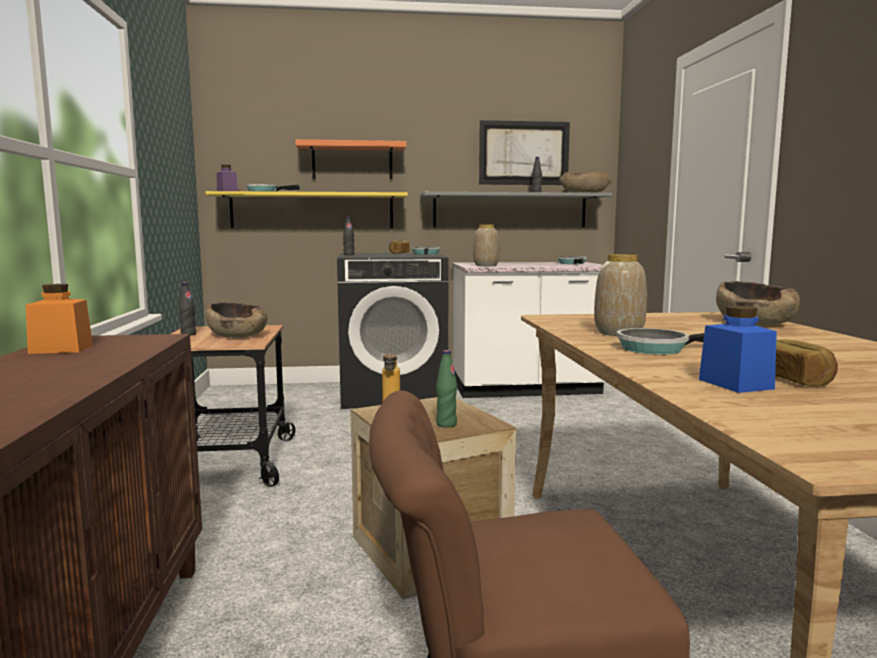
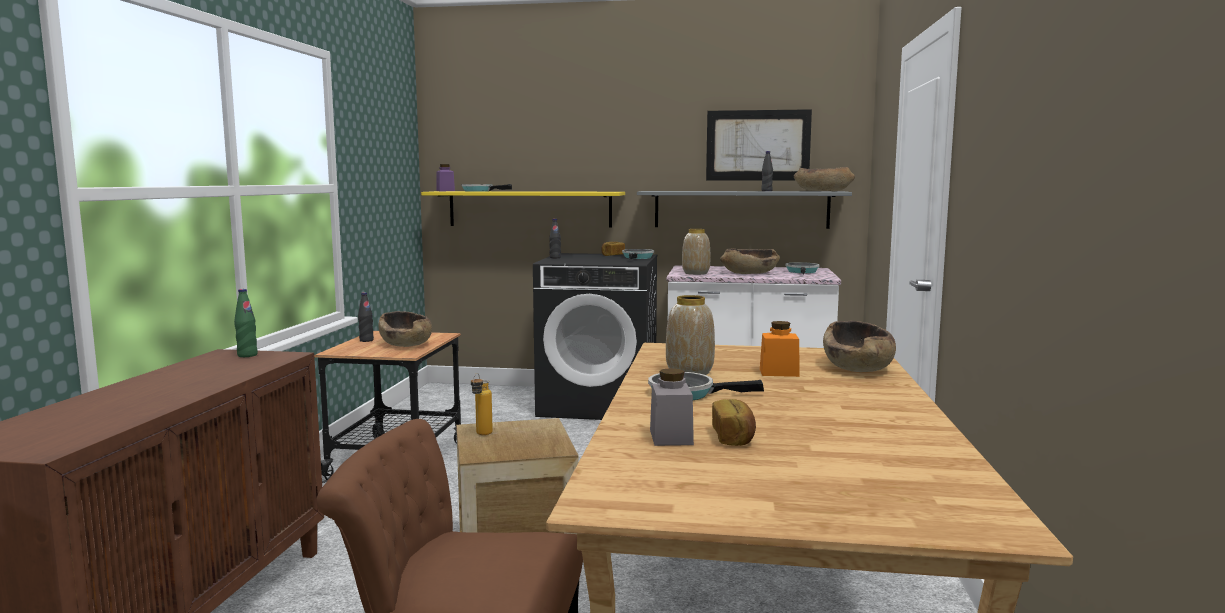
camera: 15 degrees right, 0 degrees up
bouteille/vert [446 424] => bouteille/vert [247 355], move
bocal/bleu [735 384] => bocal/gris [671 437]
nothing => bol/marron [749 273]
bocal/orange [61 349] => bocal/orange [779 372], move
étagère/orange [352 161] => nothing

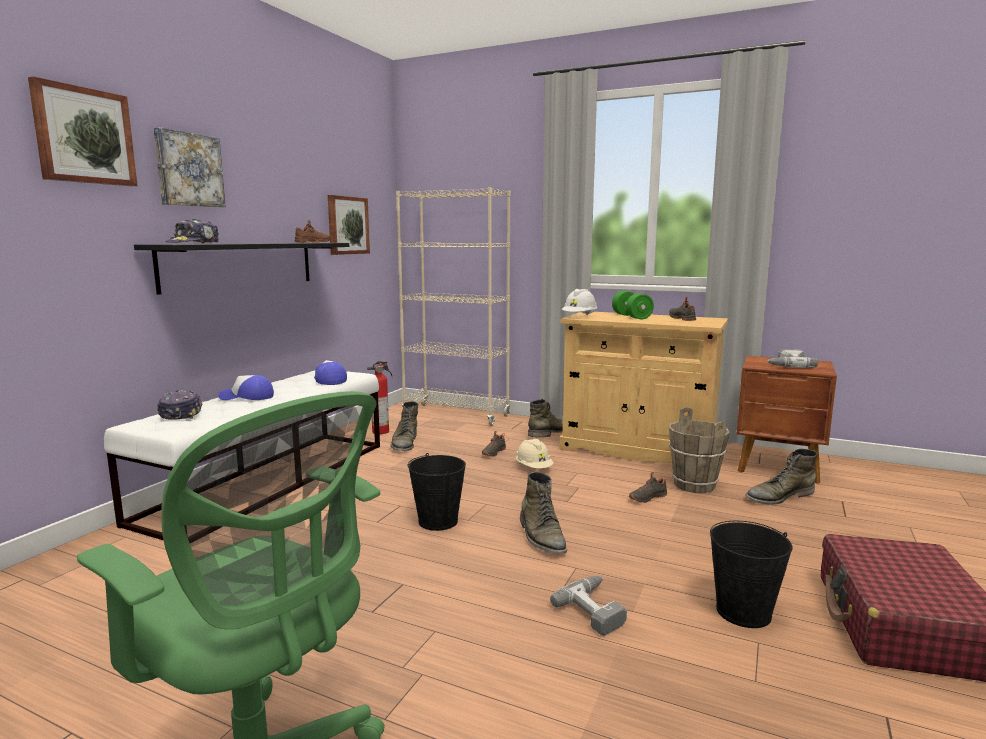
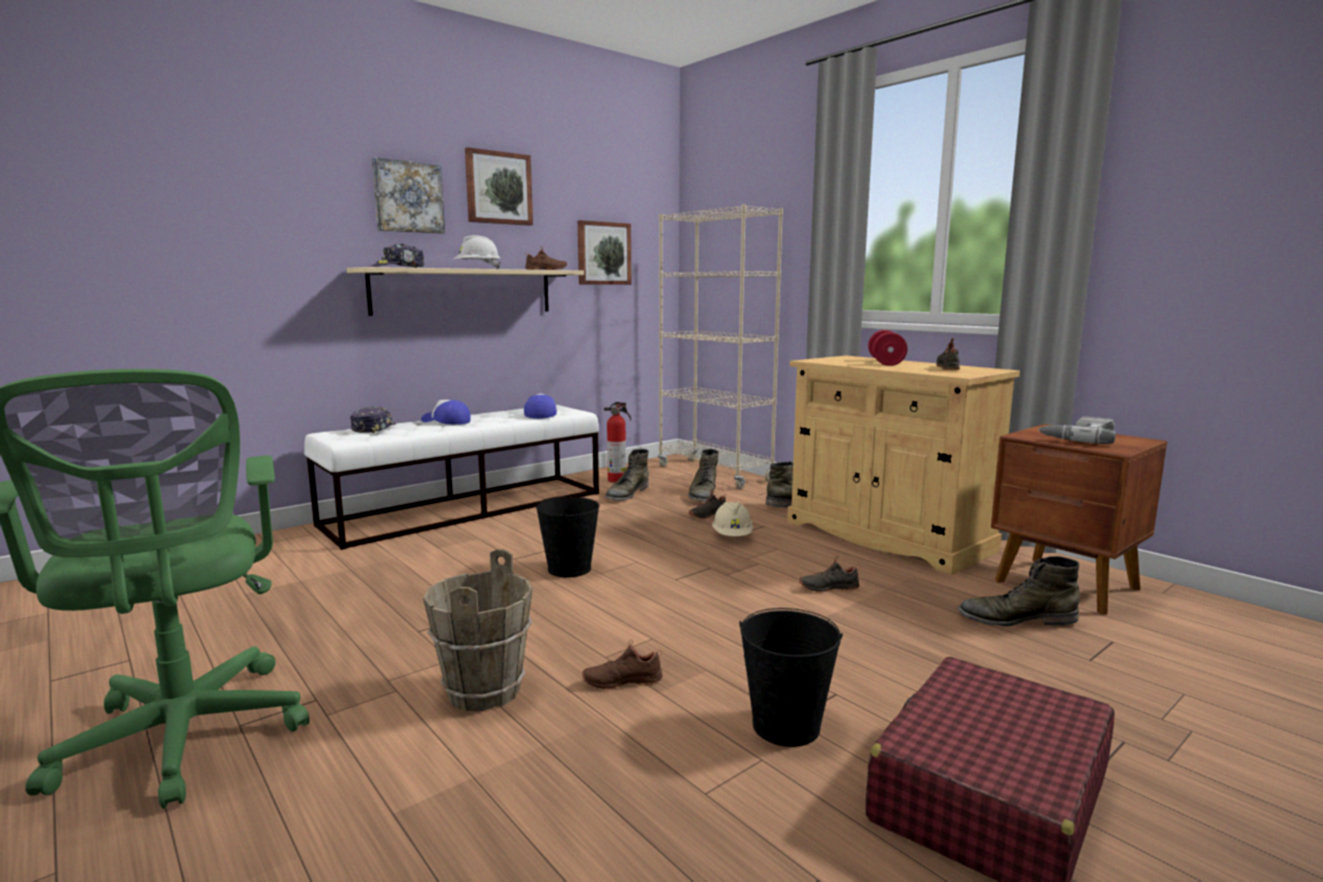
camera: 25 degrees right, 0 degrees up
étagère/noir [241 265] => étagère/beige [464 291]
seau/marron [694 485] => seau/marron [483 691], move
casque de chantier/blanc [579 317] => casque de chantier/blanc [477 268], move
tableau [84 136] => tableau [498 188], move
perceuse [596 609] => chaussure/marron [622 680]
botte/vert [541 536] => botte/vert [703 495], move
haltère/vert [631 316] => haltère/rouge [886 363]

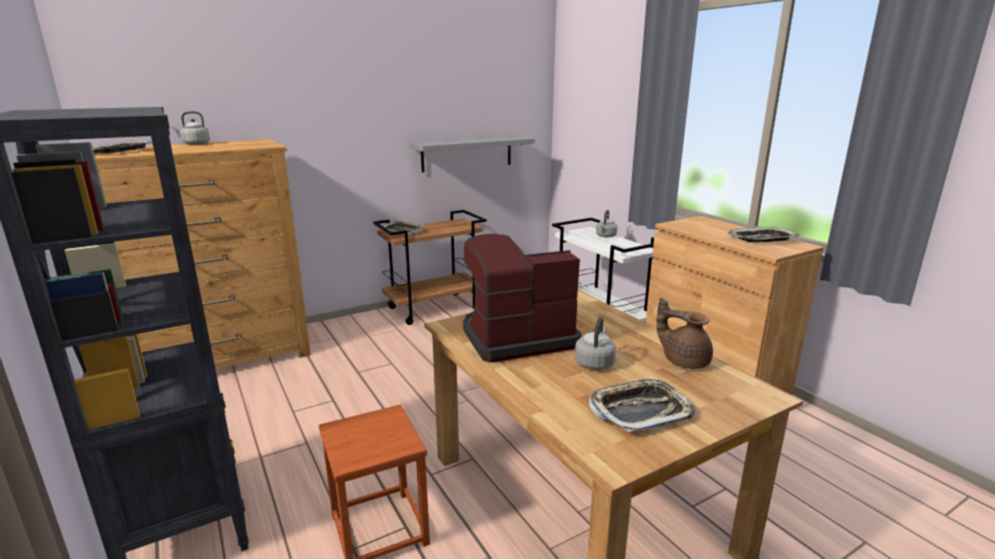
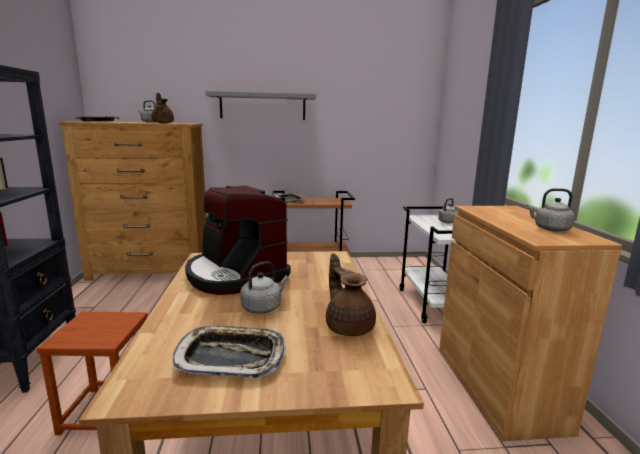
camera: 25 degrees right, 5 degrees down
nothing => théière/marron [162 123]
machine à café [516 337] => machine à café [235 275], 135 degrees counterclockwise
étagère/gris [467 153] => étagère/gris [262 106], move
plateau [762 239] => bouilloire/gris [550 229]

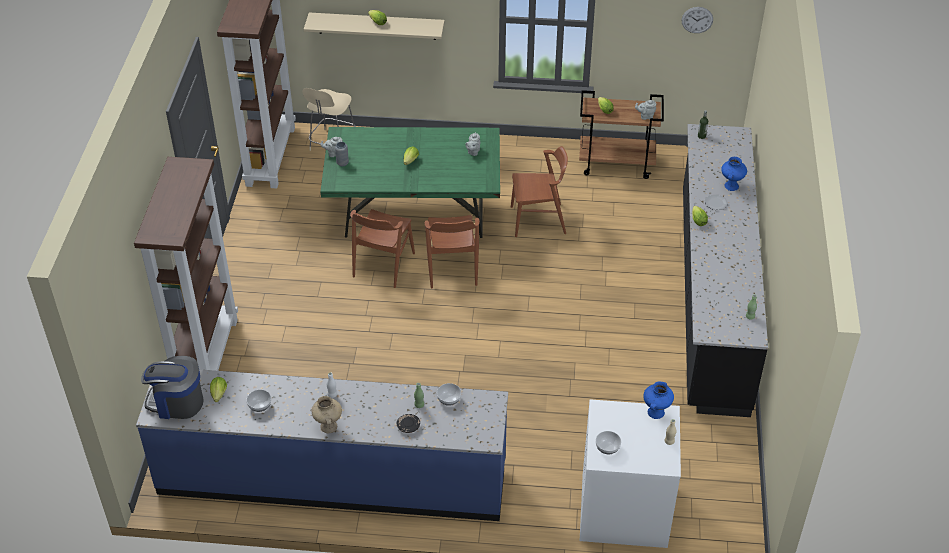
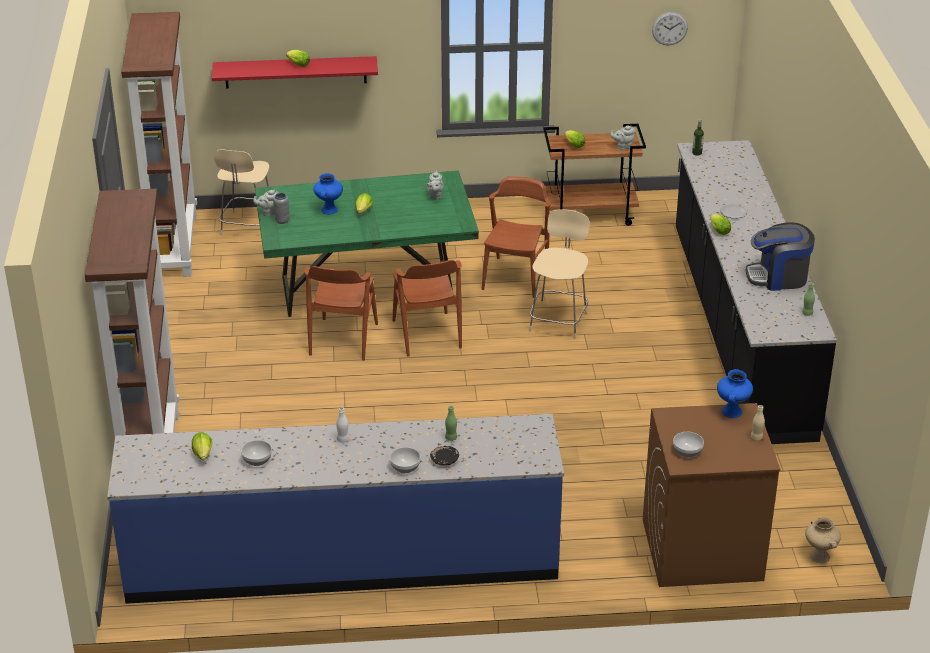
camera: 10 degrees left, 10 degrees down
étagère/beige [377 26] => étagère/rouge [295 72]
vase/bleu [731 185] => vase/bleu [329 210], move
bol [449 400] => bol [405 468], move
chaise/marron [538 220] => chaise/marron [515 277], 60 degrees counterclockwise
nothing => tabouret/beige [558 320]
lave-linge/blanc [623 510] => lave-linge/marron [701 550]
machine à café [176 402] => machine à café [778 277], move
vase/beige [328 426] => vase/beige [819 556], move

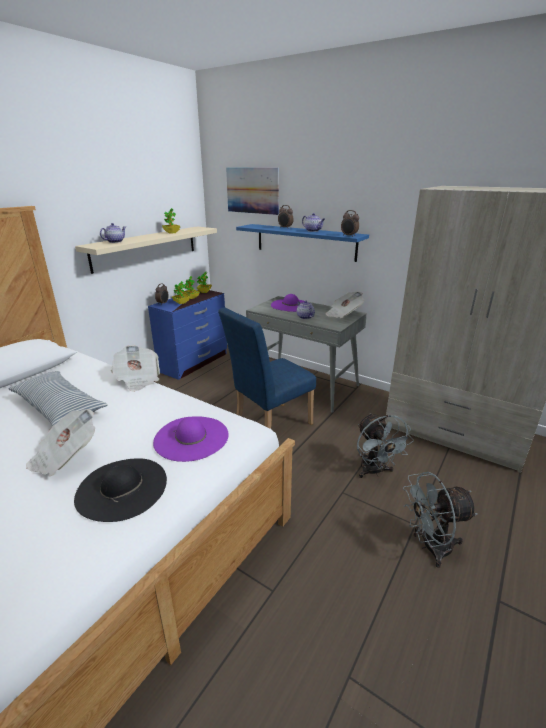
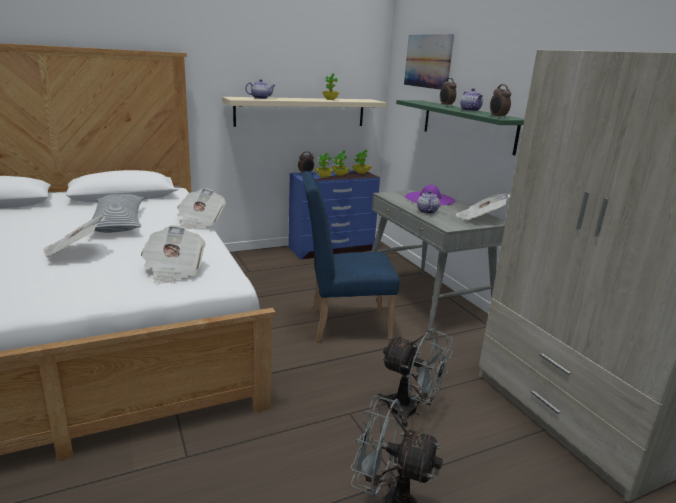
camera: 30 degrees right, 5 degrees down
chapeau/violet [191 438] => journal [173 270]
ventilateur/gris [374 472] => ventilateur/gris [410 411], 75 degrees counterclockwise
étagère/bleu [305 242] => étagère/vert [467 125]
chapeau/noir [122 488] => nothing

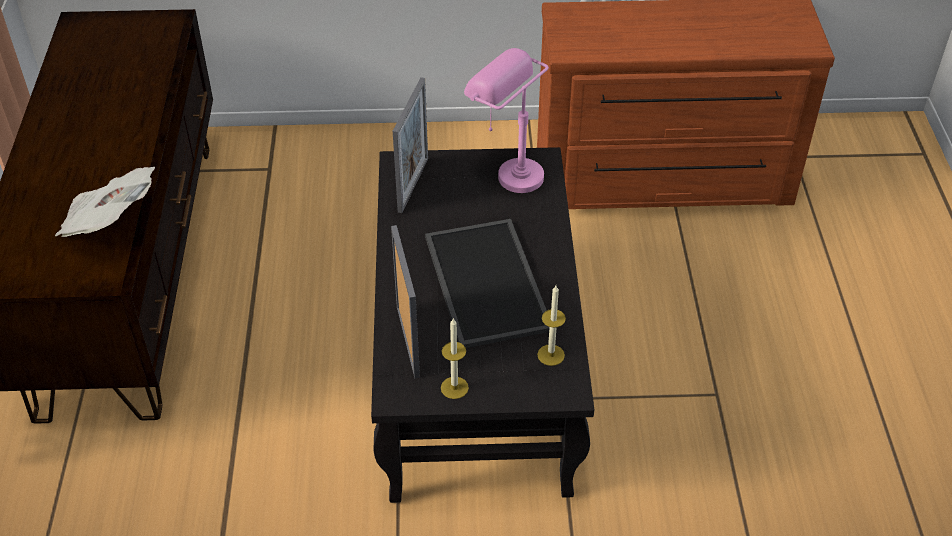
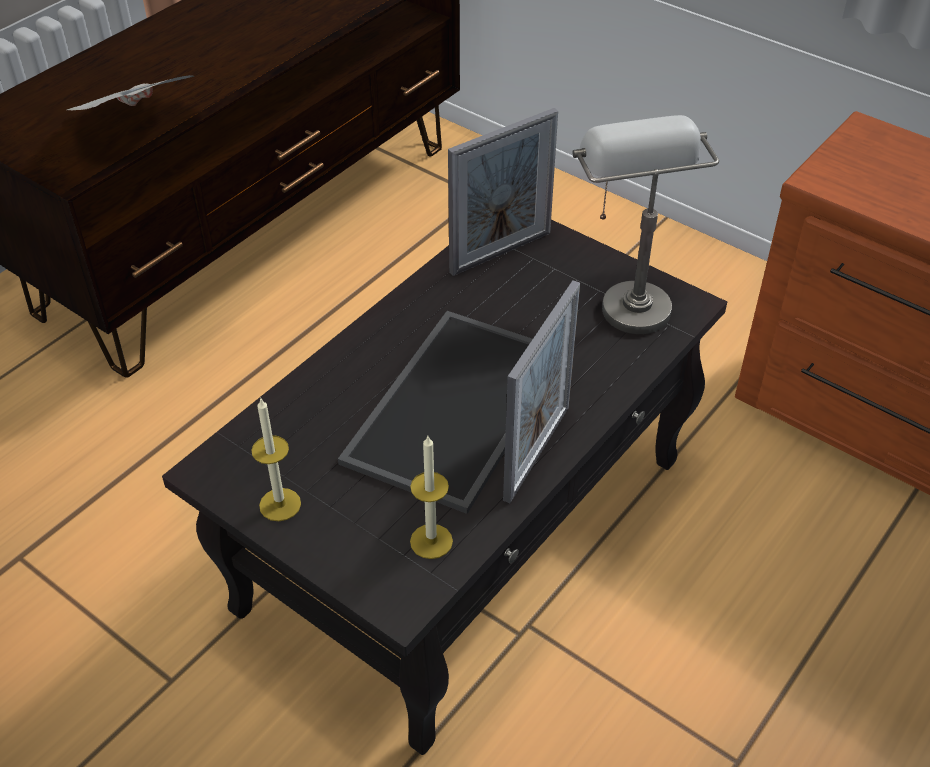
camera: 40 degrees right, 0 degrees up
cadre photo [408 341] => cadre photo [537 452], move
lampe de table/rose [506 172] => lampe de table/gris [625 295]

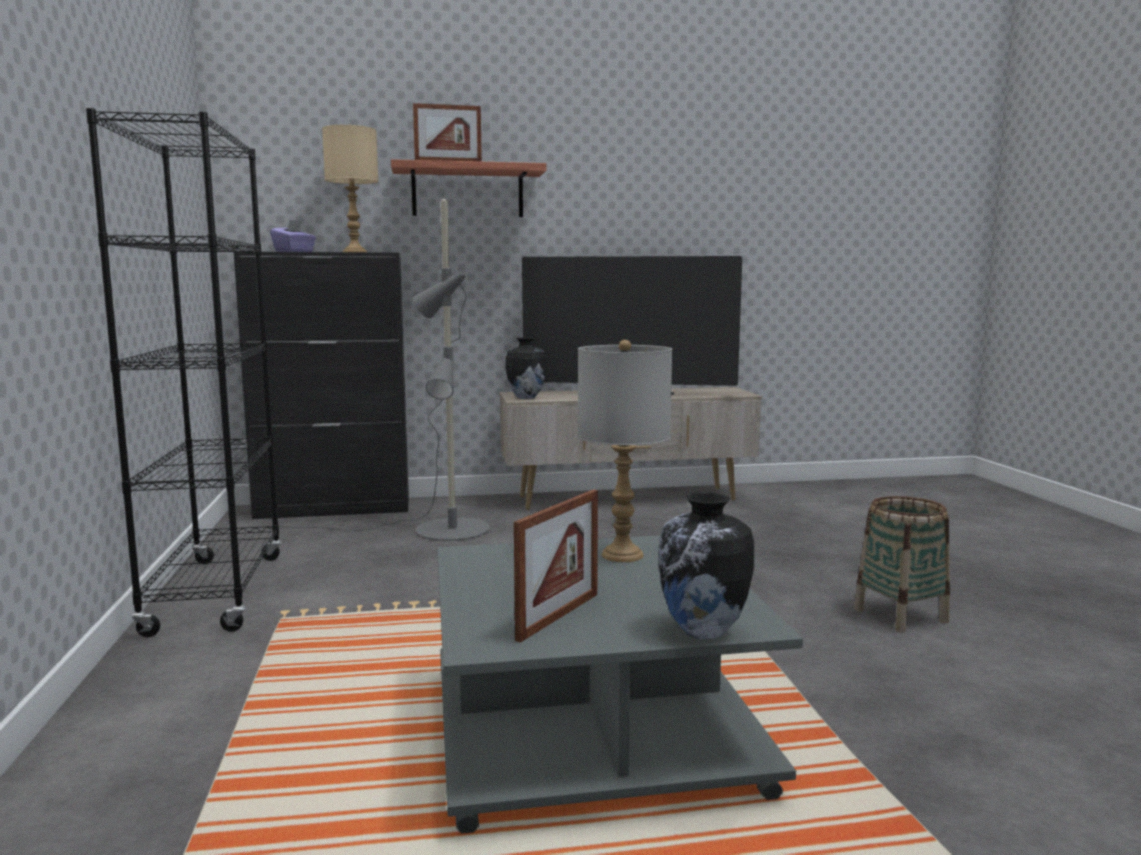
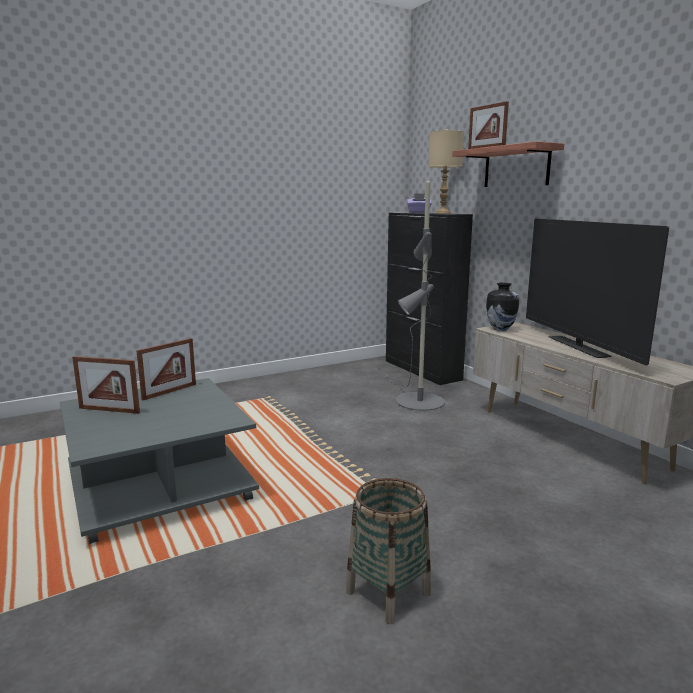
camera: 70 degrees right, 5 degrees up
nothing => cadre photo [169 391]
bibliothèque/noir [217 593] => nothing
lampe de table/gris [622 555] => nothing
vase [703 632] => nothing

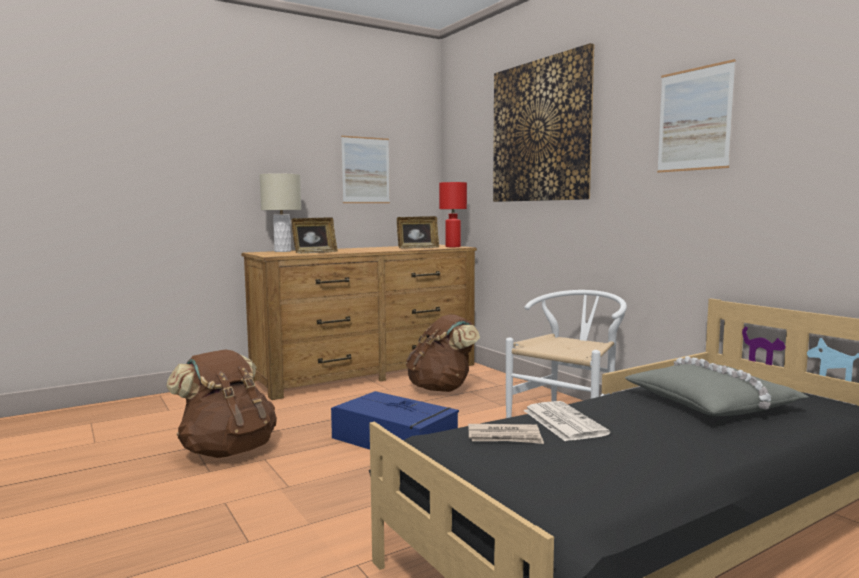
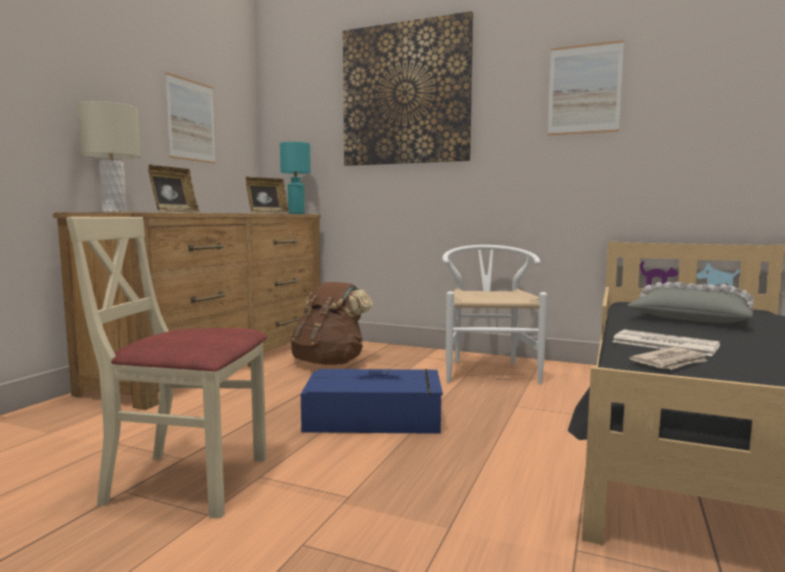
camera: 35 degrees left, 0 degrees up
sac à dos/marron [228 450] => chaise/beige [188 481]
lampe de table/rouge [453 247] => lampe de table/turquoise [296 213]

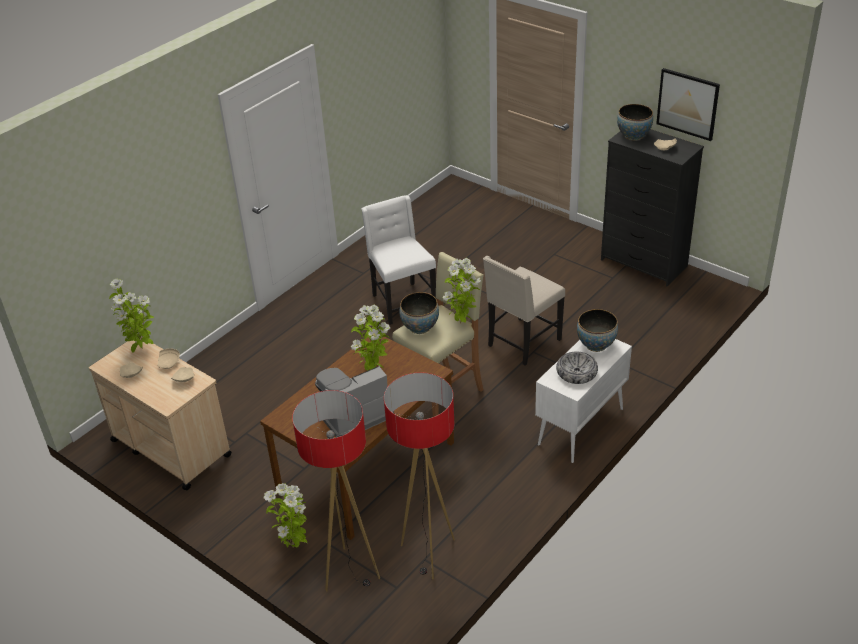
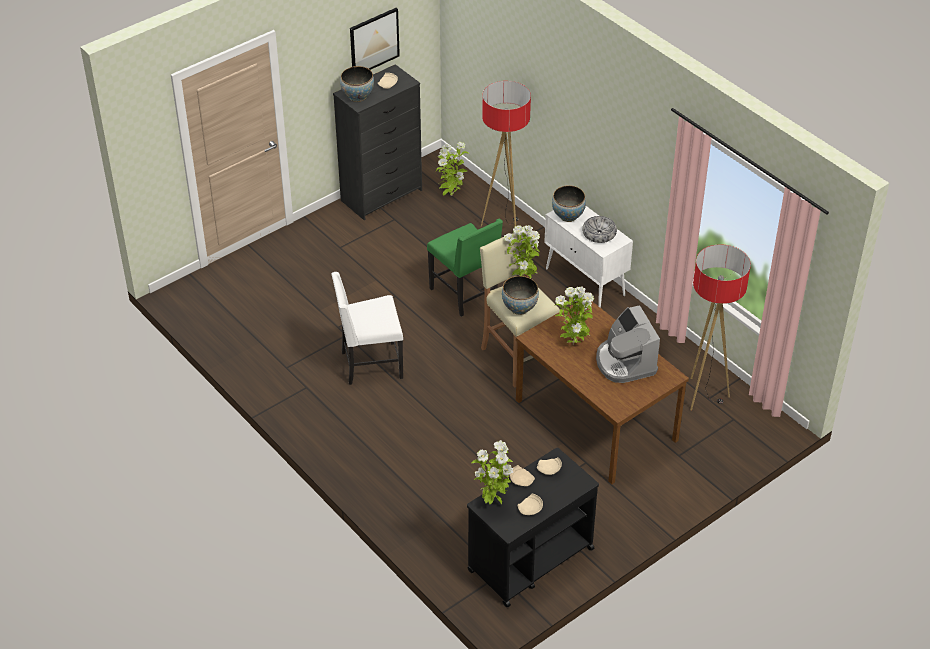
camera: 80 degrees left, 5 degrees up
chaise/beige [522 343] => chaise/vert [465 294]
plante en pot [294 547] => plante en pot [451 195], move
chariot/beige [170 447] => chariot/noir [530 560]
lampadaire [350 573] => lampadaire [504 225], move

